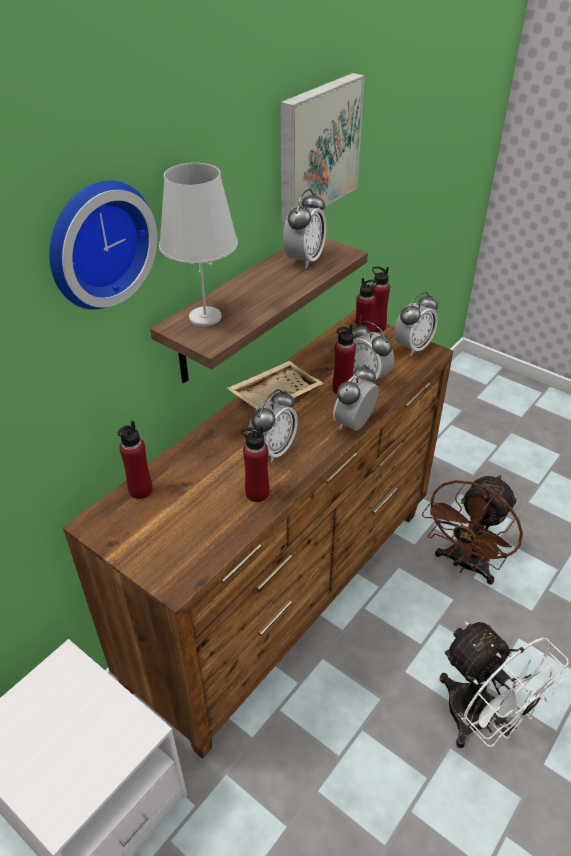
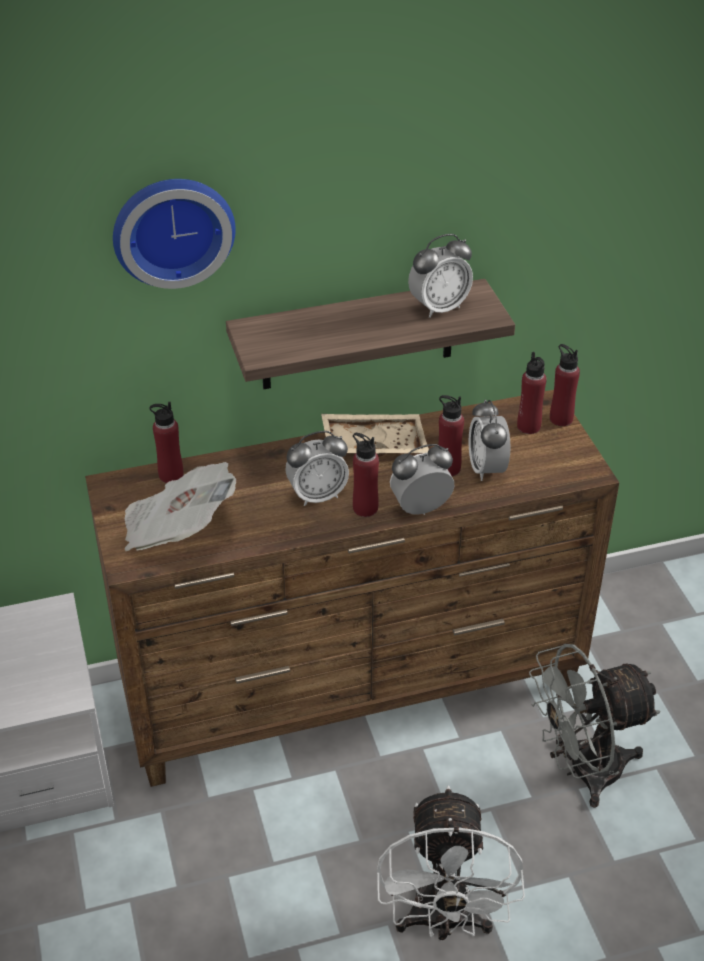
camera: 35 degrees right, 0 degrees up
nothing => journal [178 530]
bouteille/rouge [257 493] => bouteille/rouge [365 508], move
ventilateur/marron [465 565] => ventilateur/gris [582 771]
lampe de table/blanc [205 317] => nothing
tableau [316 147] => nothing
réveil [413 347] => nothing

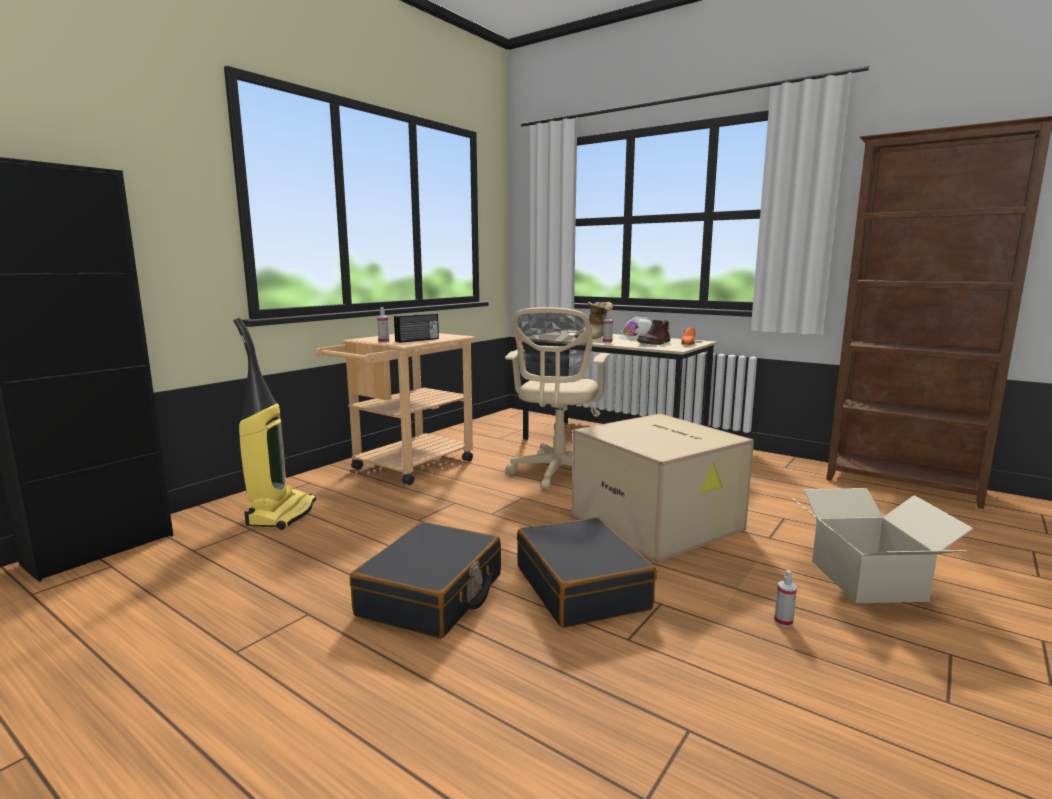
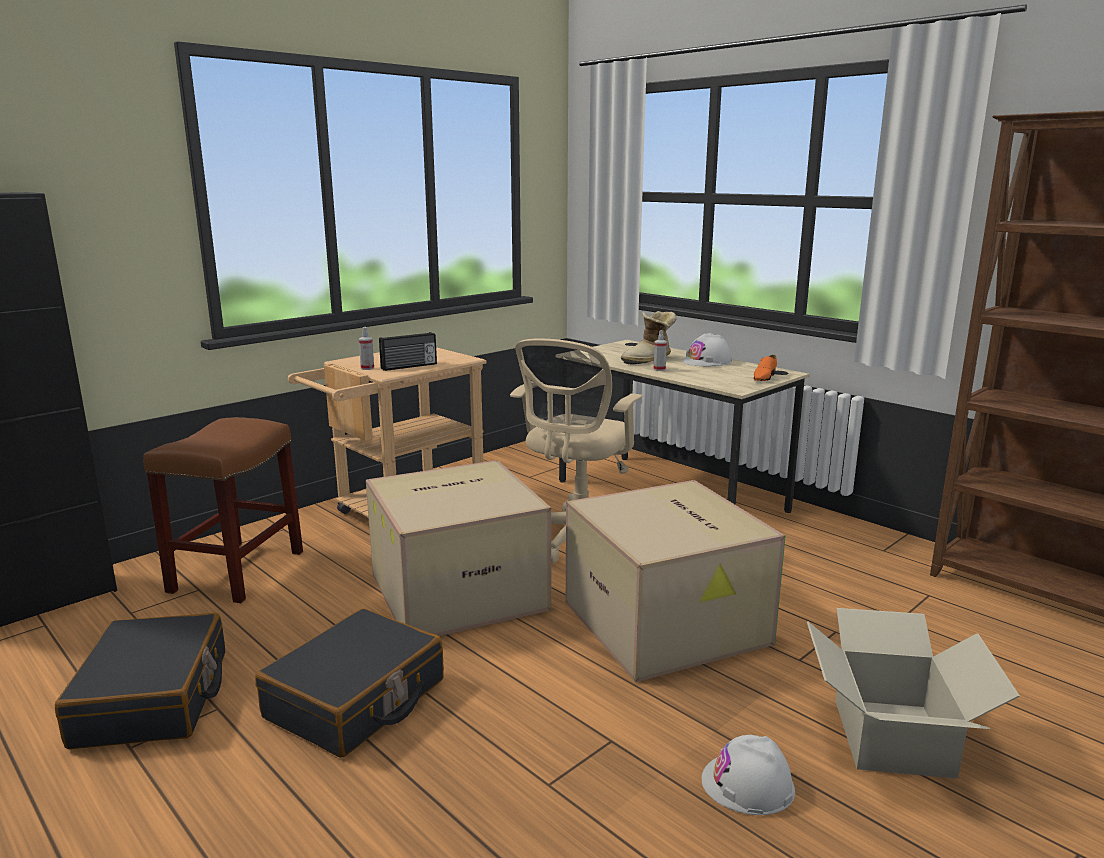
camera: 10 degrees right, 5 degrees up
valise/noir [582 587] => valise/noir [154 698], move
aspirateur [281 513] => tabouret/marron [237 571]
nothing => carton [459 590]
vaporisateur [783 622] => casque de chantier/blanc [748 784]
botte/marron [654 343] => nothing

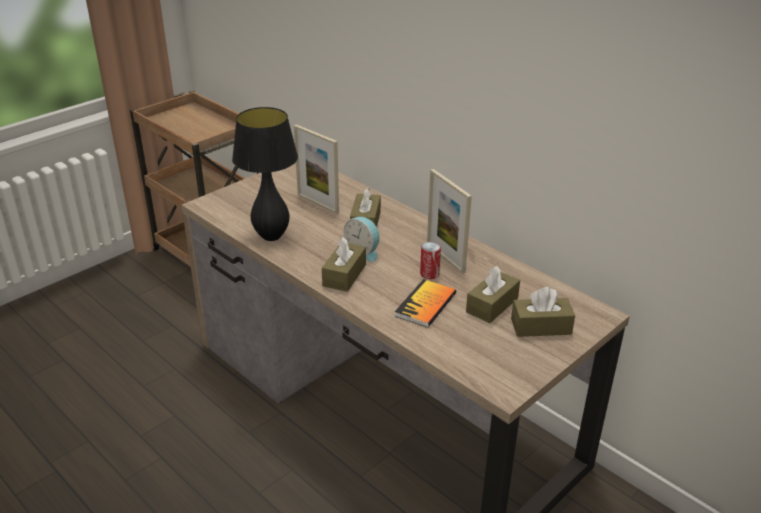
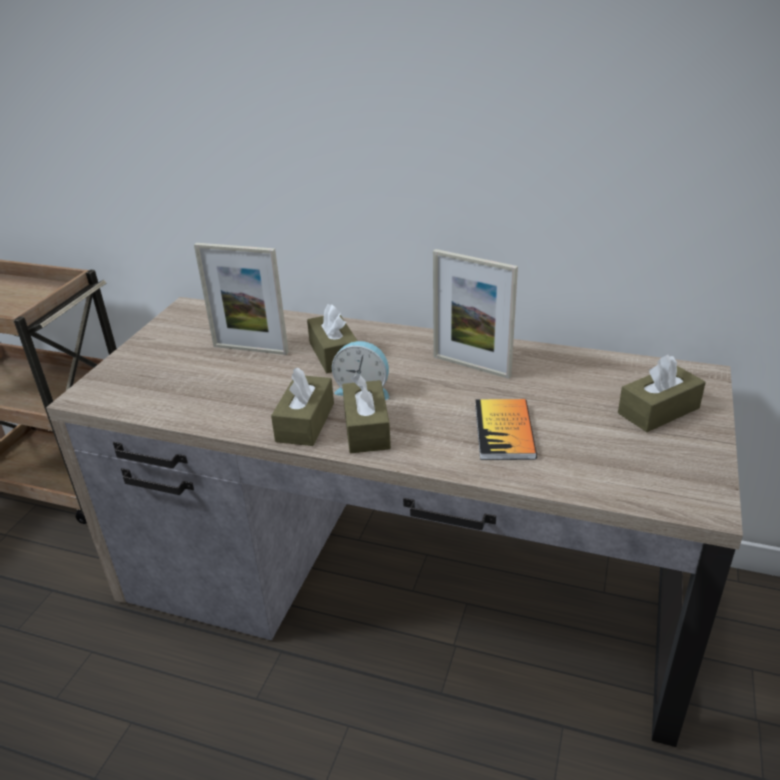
camera: 25 degrees left, 0 degrees up
boîte à mouchoirs/marron [492 305] => boîte à mouchoirs/marron [305 422], move
lampe de table/noir [271 236] => nothing
boîte métallique [429 274] => nothing

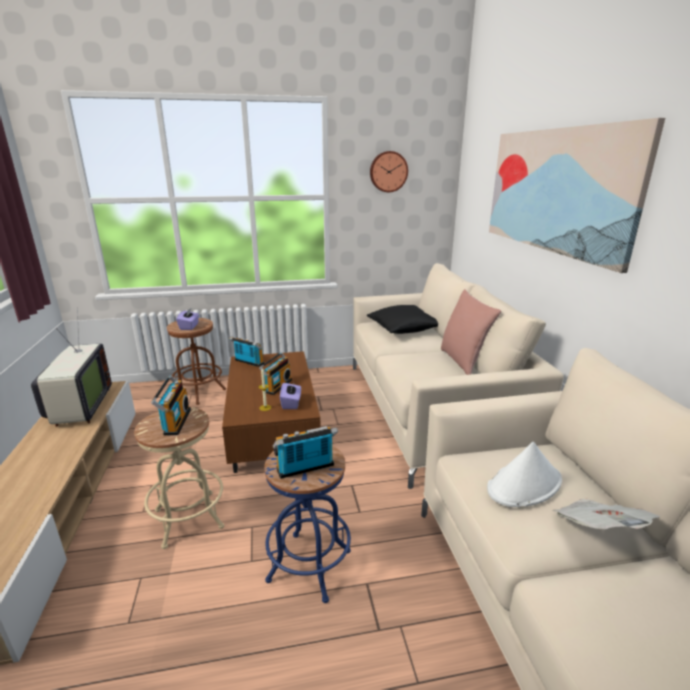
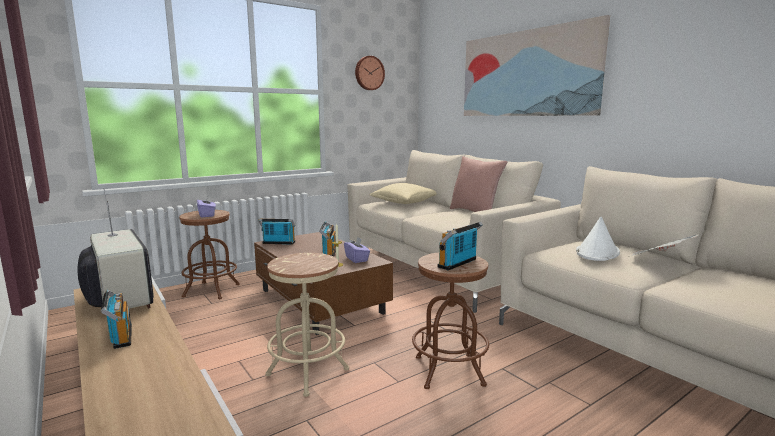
camera: 25 degrees left, 10 degrees down
radio [175 422] => radio [119 336], move
coussin/noir [403 329] => coussin/beige [405 202]
tabouret/bleu [309 565] => tabouret/marron [449 371]

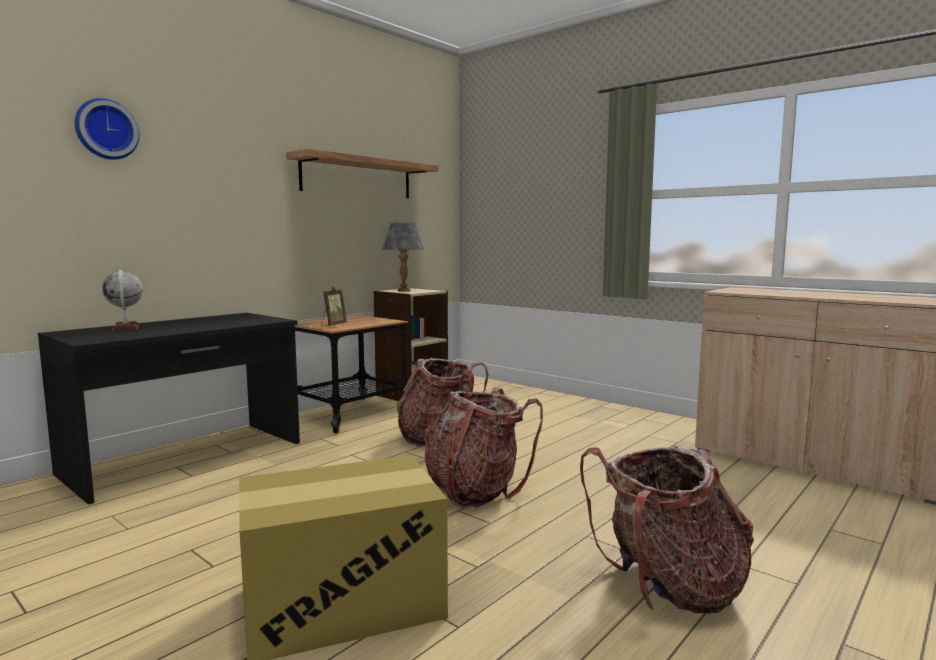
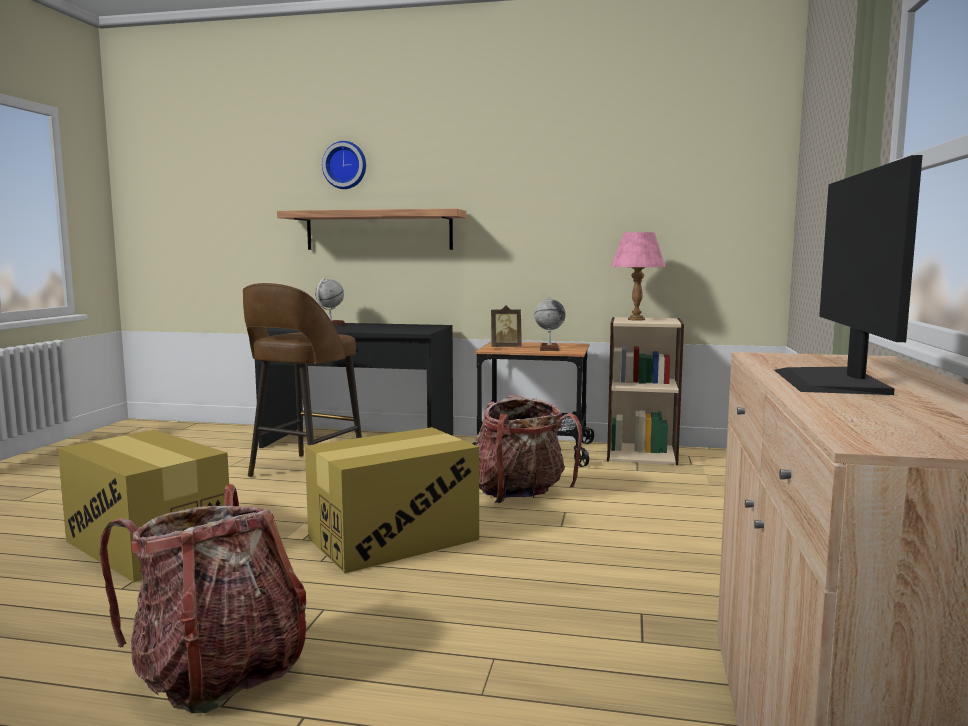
camera: 60 degrees right, 0 degrees up
nothing => tabouret/marron [304 471]
étagère [357 177] => étagère [378 230], move
sac à dos [475 490] => carton [394 539]
nothing => globe [549 348]
lampe de table/gris [404 291] => lampe de table/rose [636 319]
nothing => écran d'ordinateur [832 381]

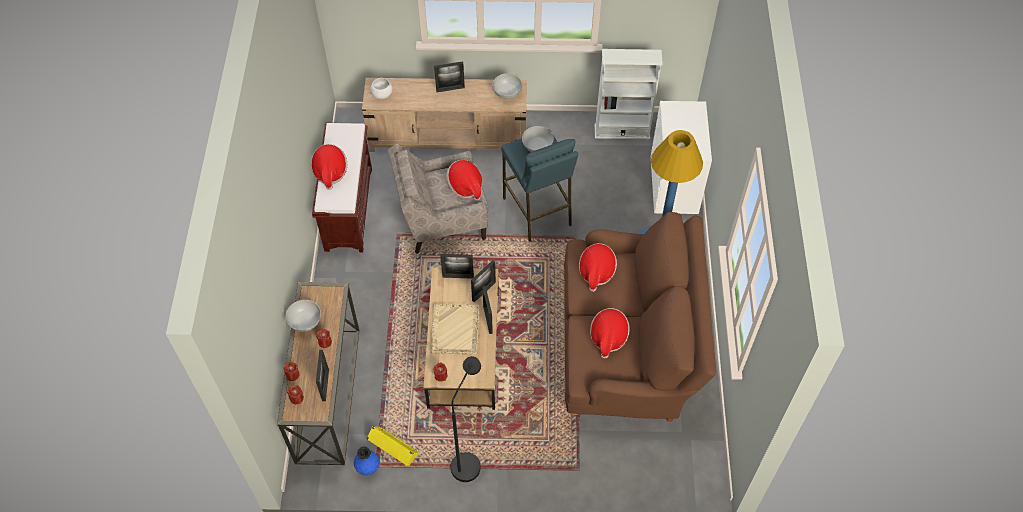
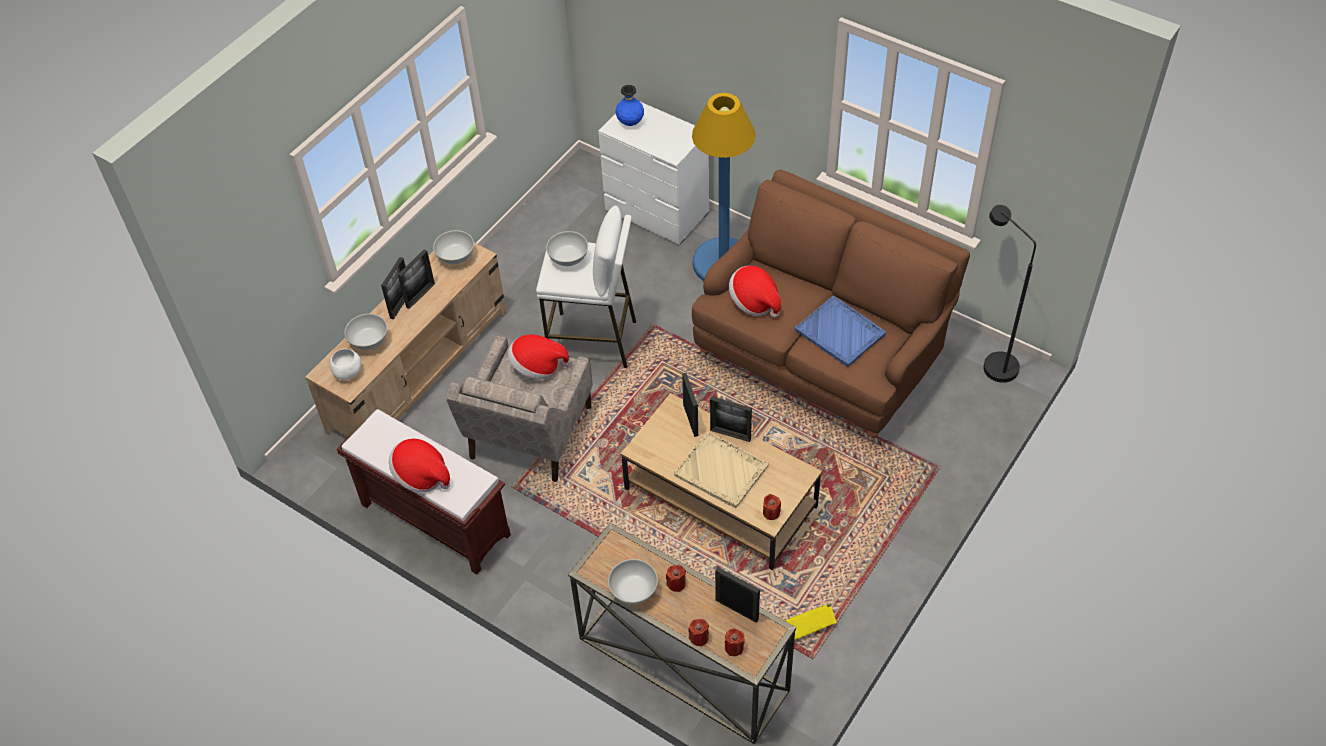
camera: 55 degrees left, 5 degrees down
nothing => bol/blanc [369 342]
cadre photo [458 276] => cadre photo [420 295], move
tabouret/bleu [537 212] => tabouret/blanc [593 341]
vase/bleu [368 467] => vase/bleu [630 122], move
chapeau [608 337] => plateau/bleu [840 333]
lampadaire/noir [468 460] => lampadaire/noir [993 362], move
bibliothèque/blanc [622 131] => nothing

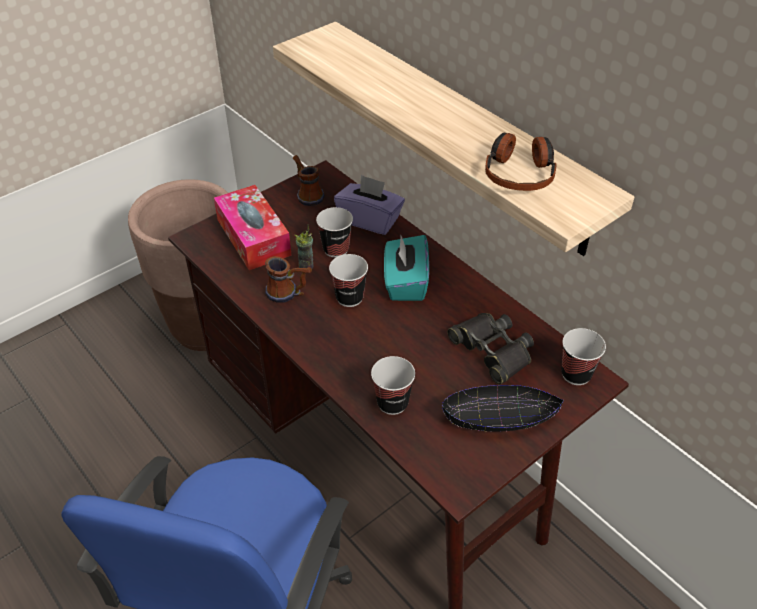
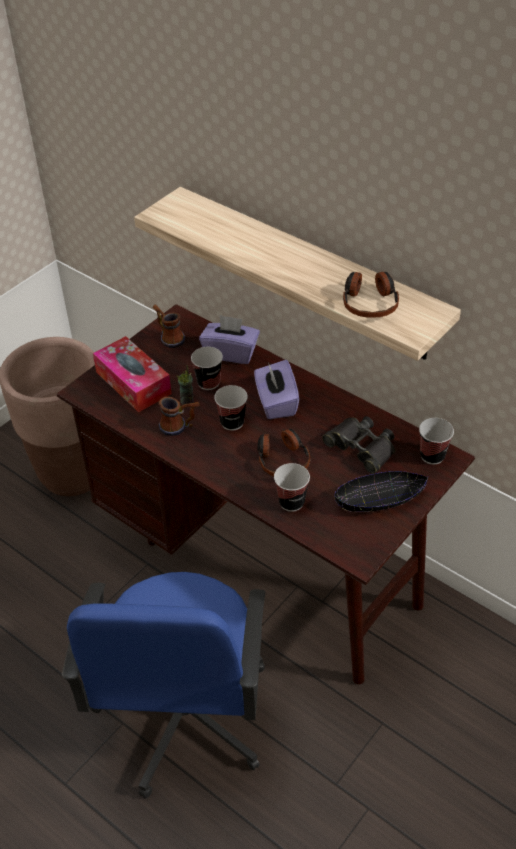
camera: 10 degrees left, 0 degrees up
boîte à mouchoirs/turquoise [405 283] => boîte à mouchoirs/violet [276 403]
nothing => casque audio [282 459]

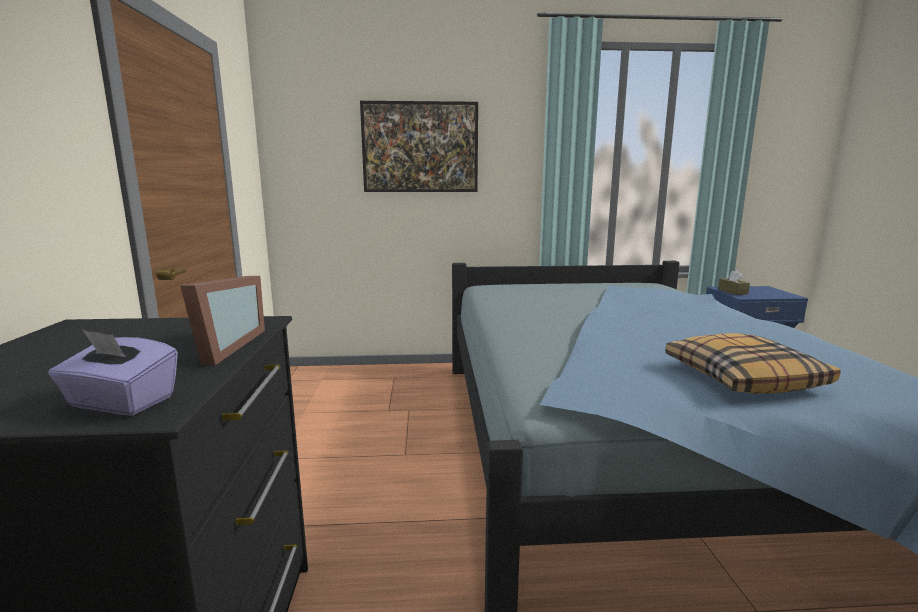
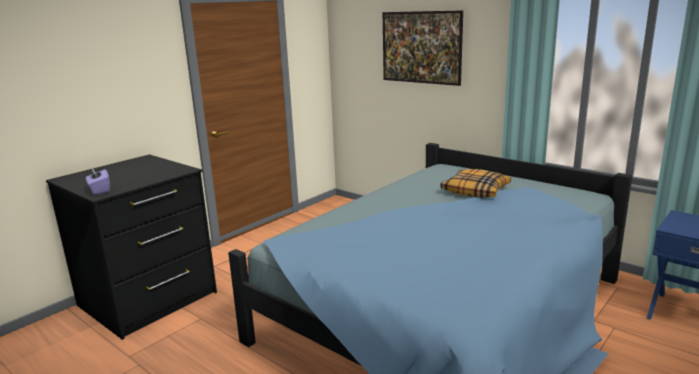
camera: 45 degrees right, 5 degrees up
coussin [743 377] => coussin [475 191], move
cadre photo [222 347] => nothing
boîte à mouchoirs/marron [732 291] => nothing

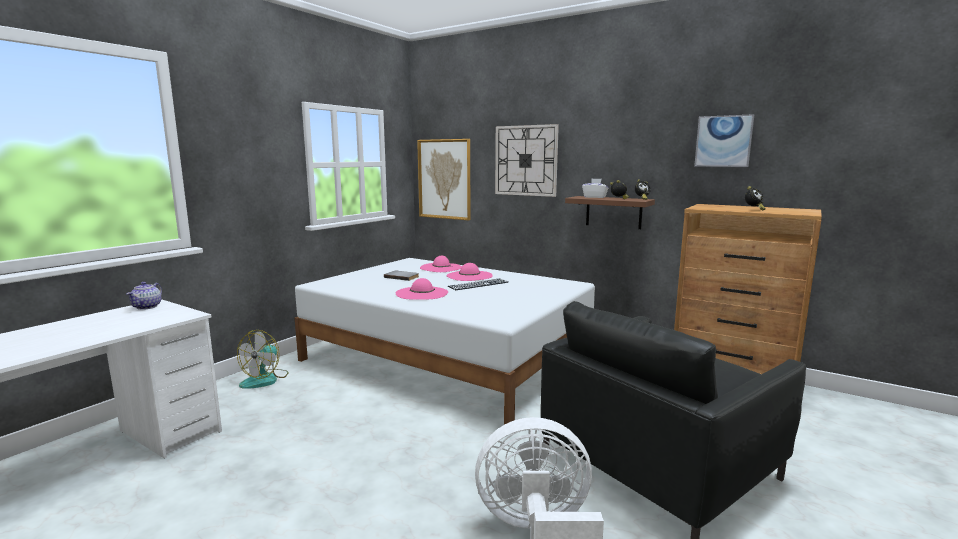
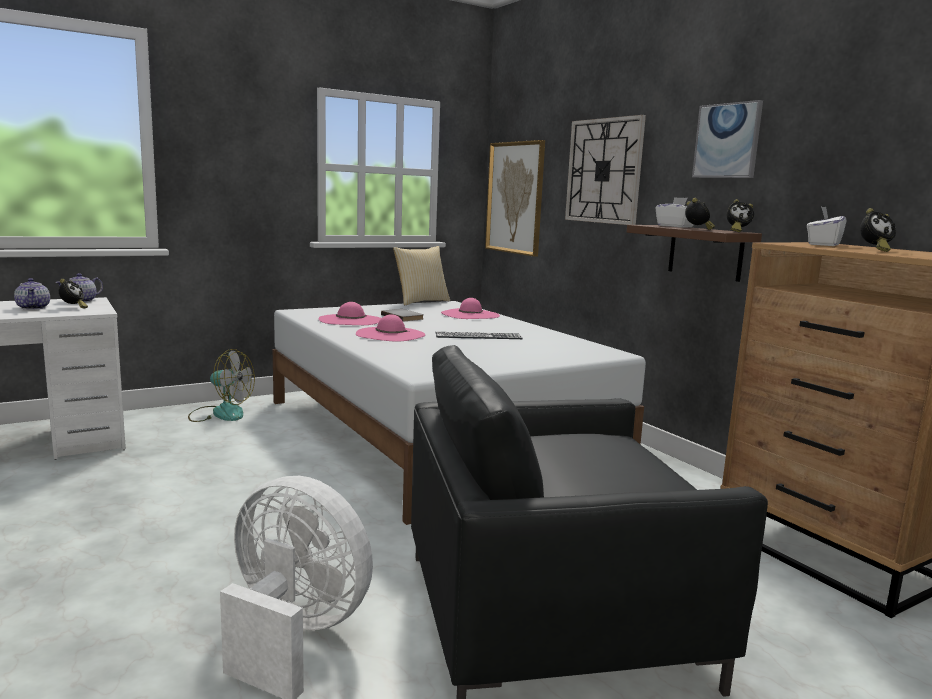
camera: 25 degrees right, 0 degrees up
nothing => théière [33 308]
nothing => réveil [73 308]
ventilateur [265 379] => ventilateur [220 413], 120 degrees counterclockwise
chapeau/rose [469 276] => chapeau/rose [350 320], move
nothing => coussin [420 302]
tableau [723 141] => tableau [727 141], move
nothing => boîte à mouchoirs/blanc [823 244]

